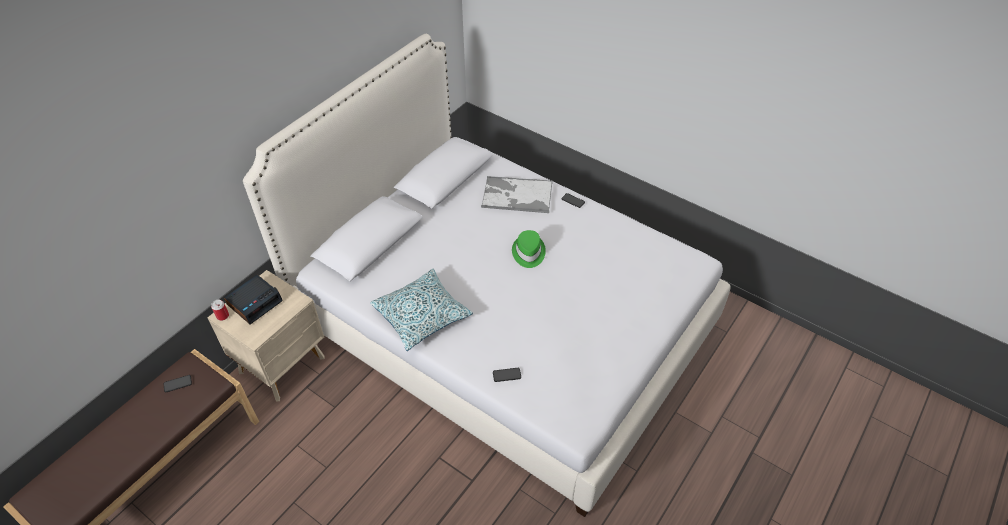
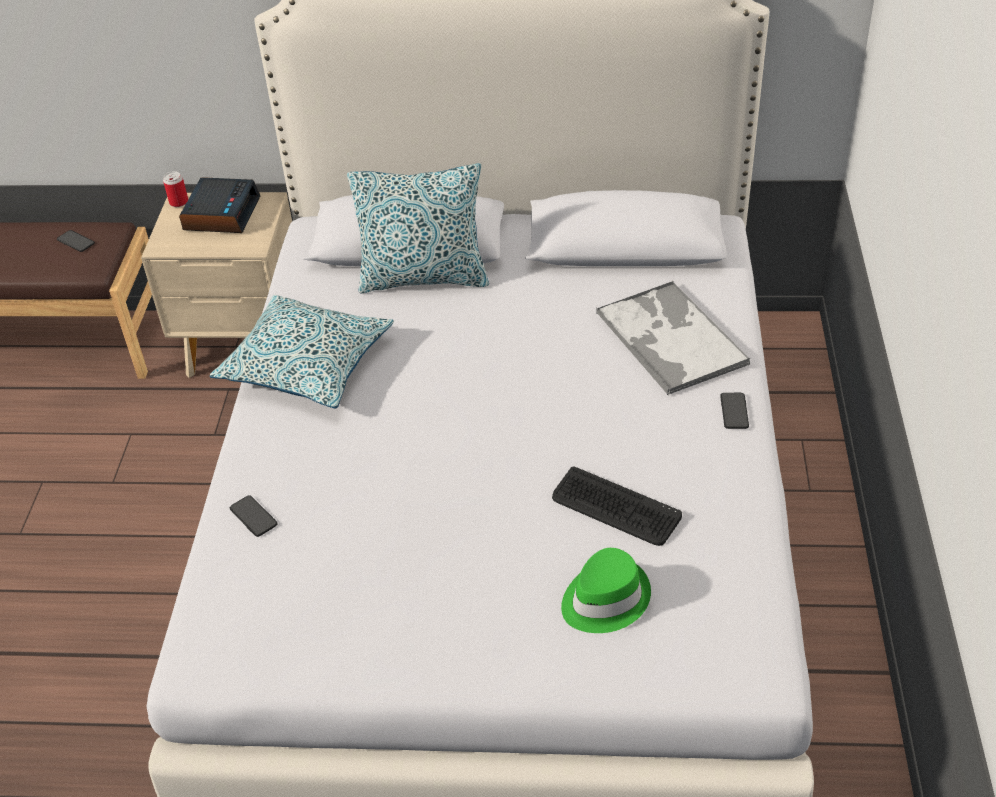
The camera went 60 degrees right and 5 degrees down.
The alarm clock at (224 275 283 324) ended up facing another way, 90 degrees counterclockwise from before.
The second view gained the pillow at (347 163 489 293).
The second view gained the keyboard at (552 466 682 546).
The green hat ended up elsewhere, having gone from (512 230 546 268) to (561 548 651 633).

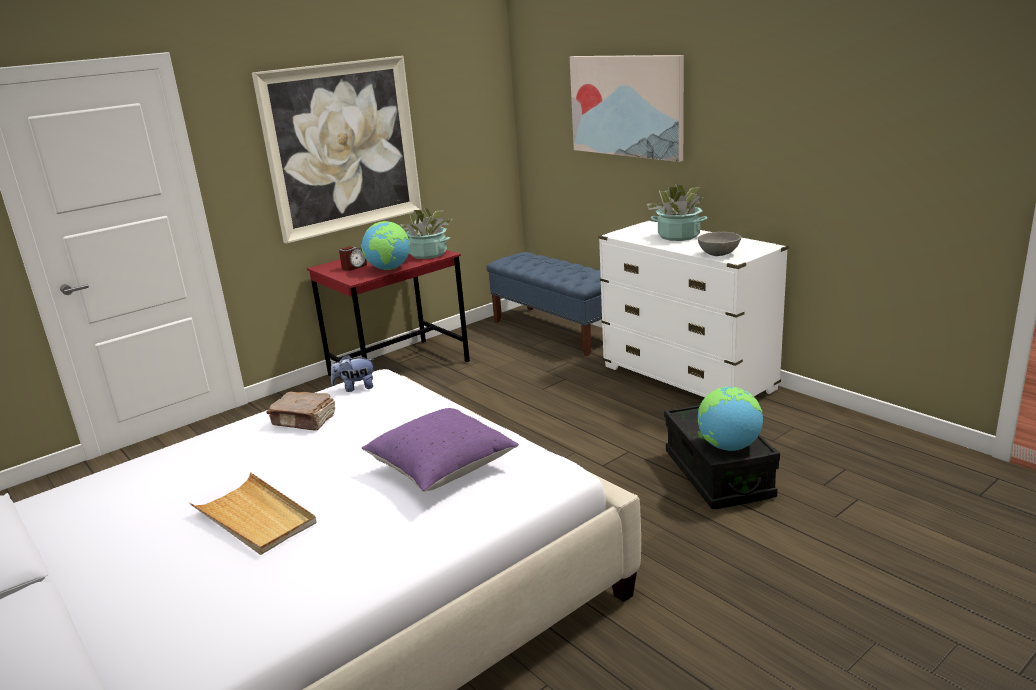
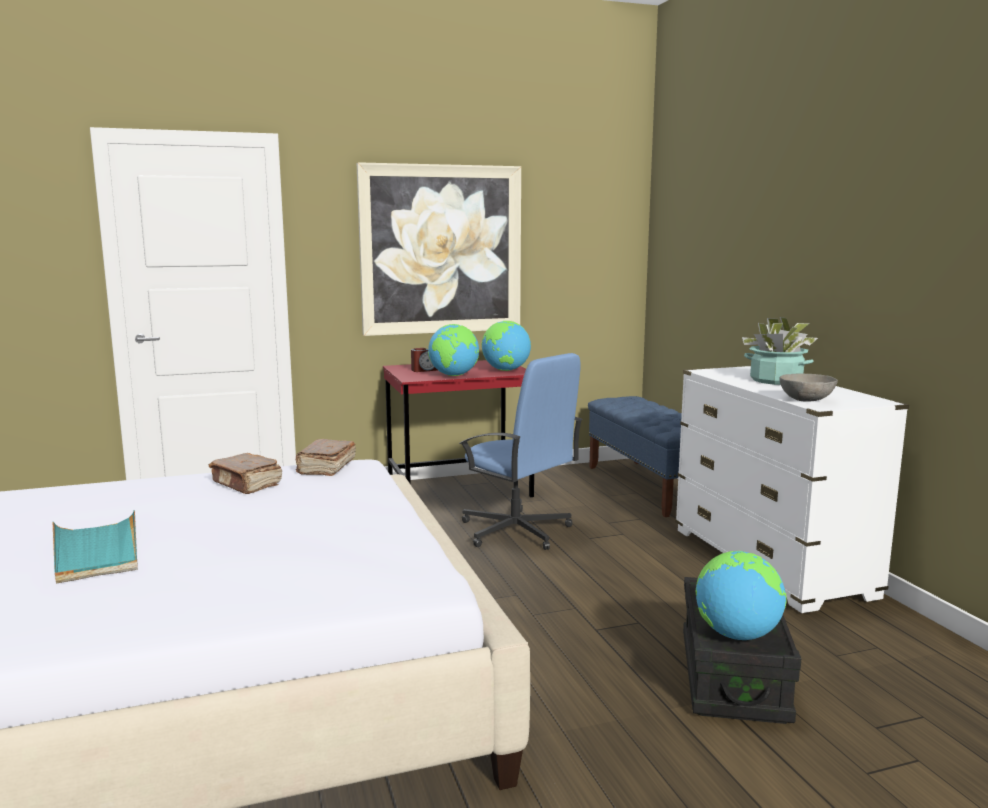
The camera went 20 degrees right and 10 degrees down.
What was the beige tray at (189 472 317 555) turned into the turquoise tray at (53 510 138 583).
Where the plush toy stood at (331 355 375 392), the brown book came to stand at (296 439 356 476).
The second view gained the blue office chair at (459 353 583 550).
Where the potted plant stood at (400 207 453 259), the globe came to stand at (481 321 531 371).
The second view lost the purple pillow at (362 408 519 492).
The second view lost the picture at (570 55 684 162).

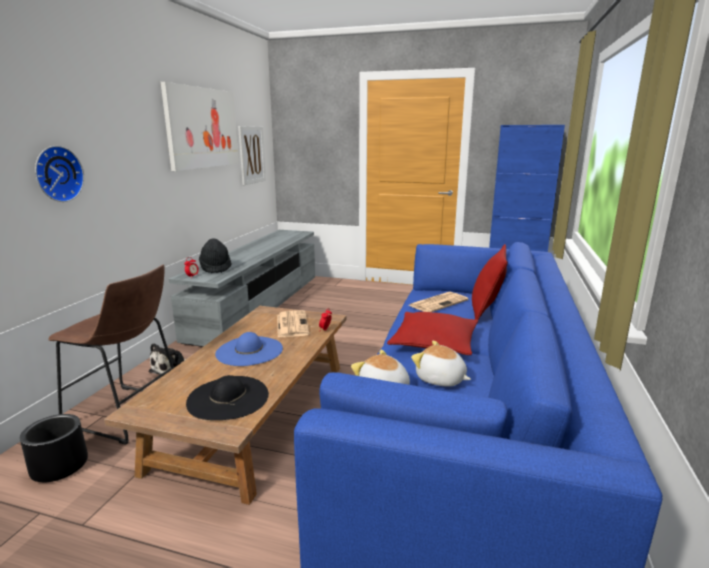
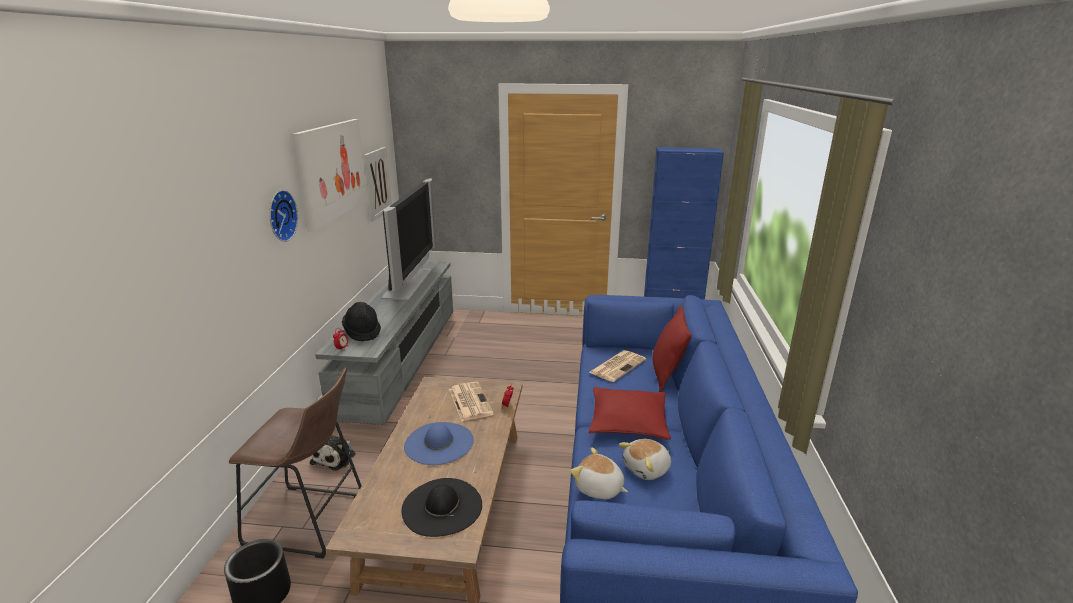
The camera went 10 degrees left and 5 degrees up.
The wall clock ended up elsewhere, having gone from (35 146 84 202) to (269 190 298 242).
The second view gained the television at (382 179 436 300).
The plush toy at (411 341 471 387) ended up facing another way, 60 degrees counterclockwise from before.

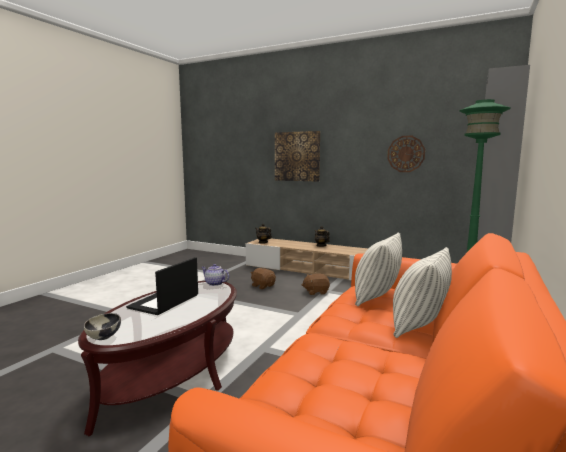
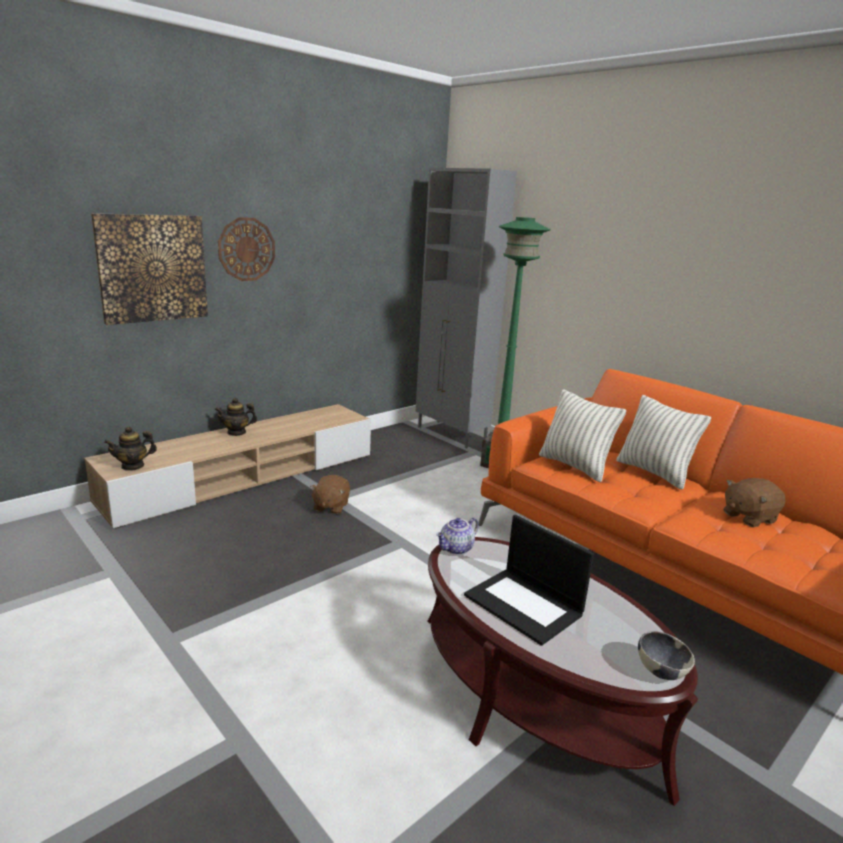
The camera went 70 degrees left and 10 degrees up.
The wall clock ended up elsewhere, having gone from (387 136 425 172) to (218 217 275 281).
The brown plush toy ended up elsewhere, having gone from (251 268 276 289) to (724 478 785 527).

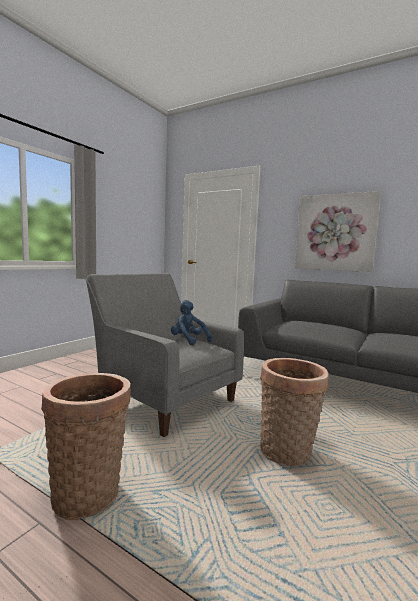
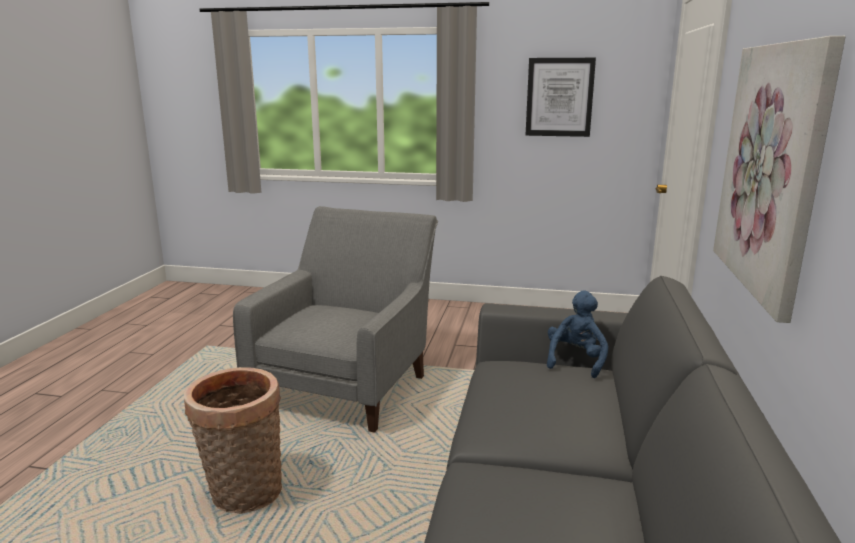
The camera went 70 degrees right and 10 degrees up.
The second view gained the picture at (526 58 596 137).
The blue plush toy ended up elsewhere, having gone from (171 300 212 345) to (547 290 608 378).
The second view lost the basket at (41 373 131 520).

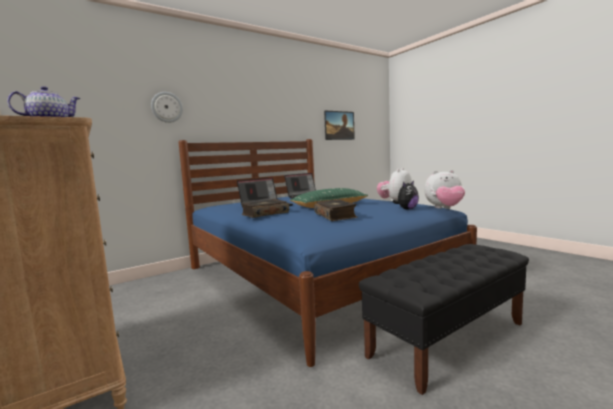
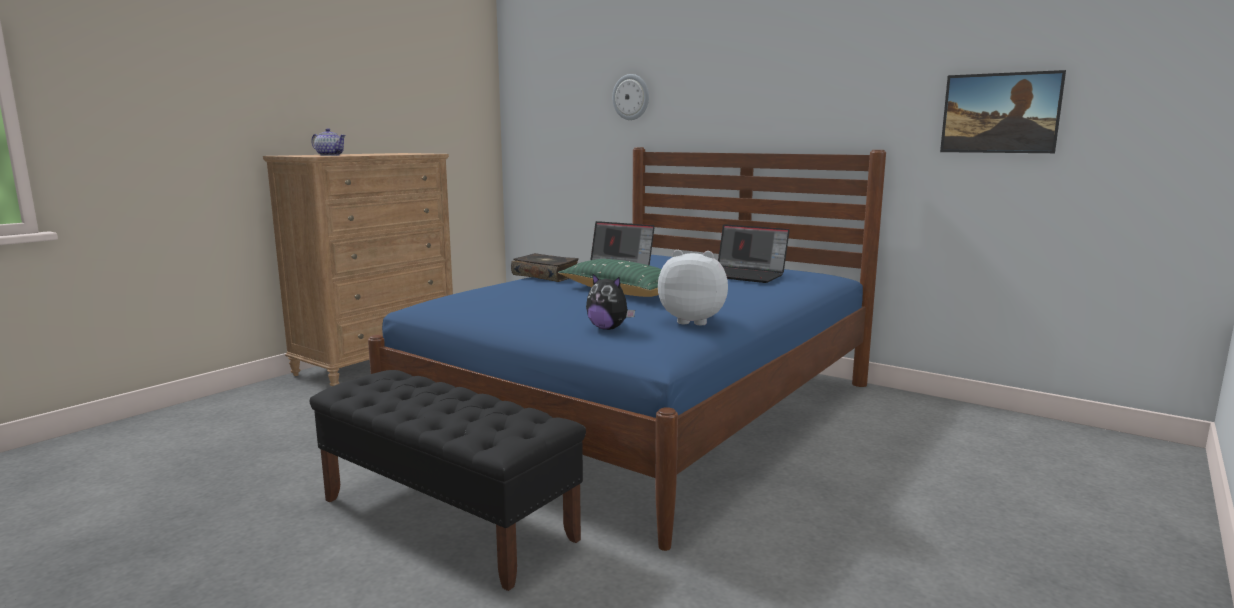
The camera went 70 degrees right and 5 degrees up.
The second view lost the book at (314 199 358 221).
The second view lost the plush toy at (424 170 465 209).

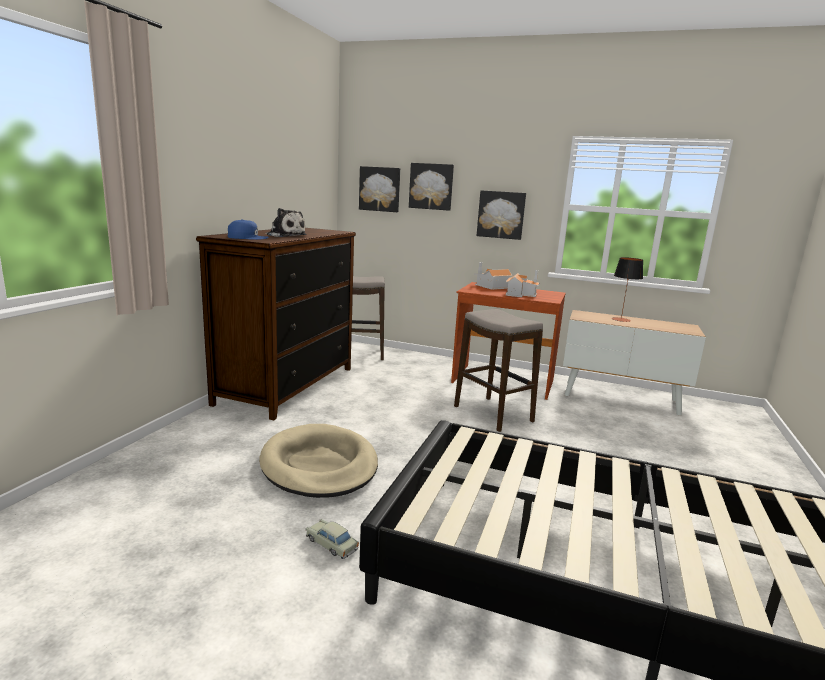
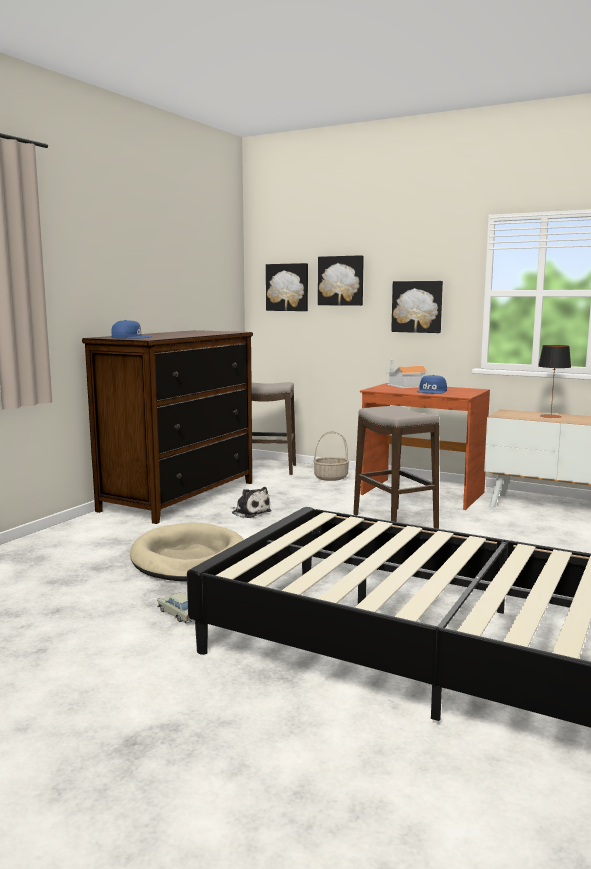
The camera went 10 degrees right and 5 degrees down.
The plush toy ended up elsewhere, having gone from (265 208 307 237) to (230 487 272 518).
The second view gained the basket at (313 431 350 481).
Where the toy house stood at (506 270 539 297), the blue cap came to stand at (417 375 447 394).

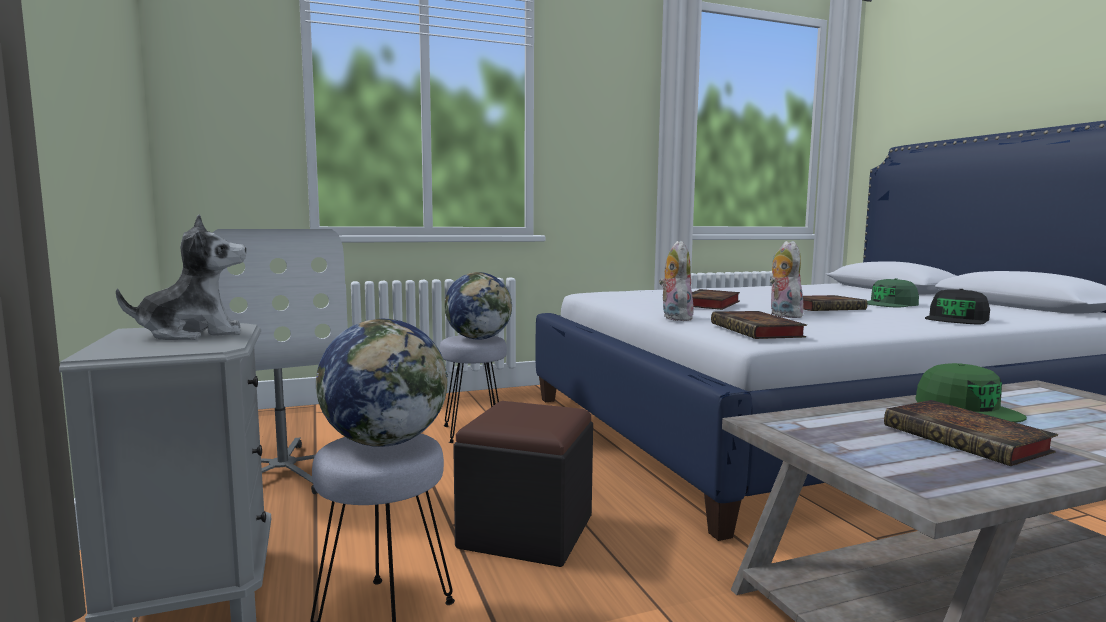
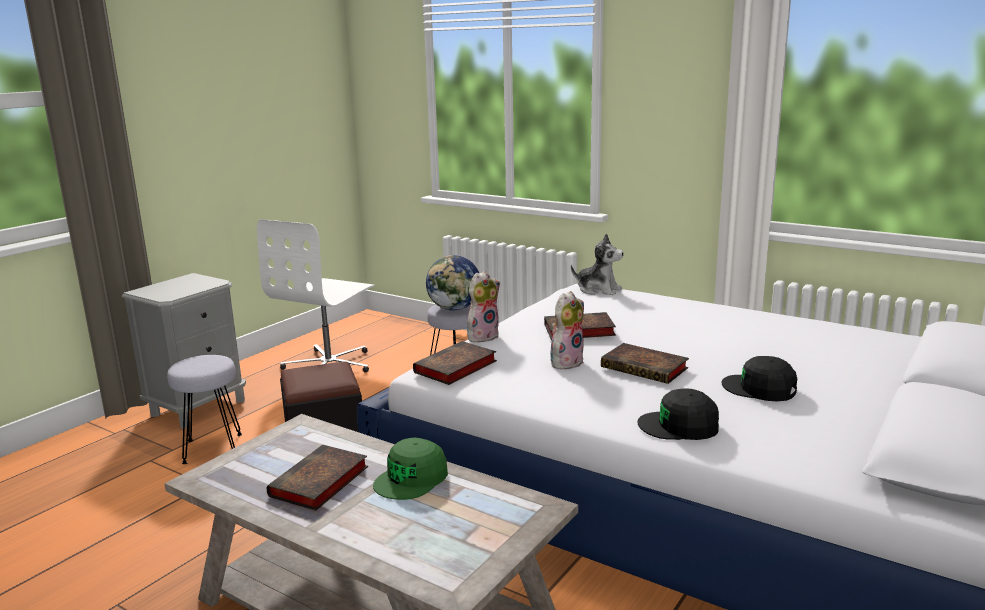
The camera went 55 degrees right and 10 degrees up.
The plush toy ended up elsewhere, having gone from (116 214 246 340) to (571 233 624 295).
What was the green cap at (867 278 919 308) turned into the black cap at (722 356 797 401).
The second view lost the globe at (316 319 448 447).

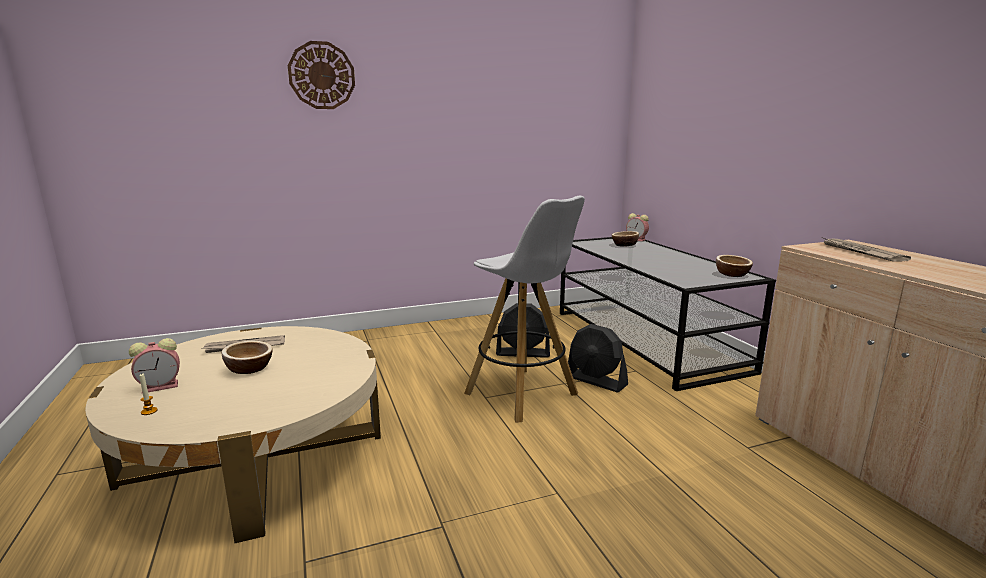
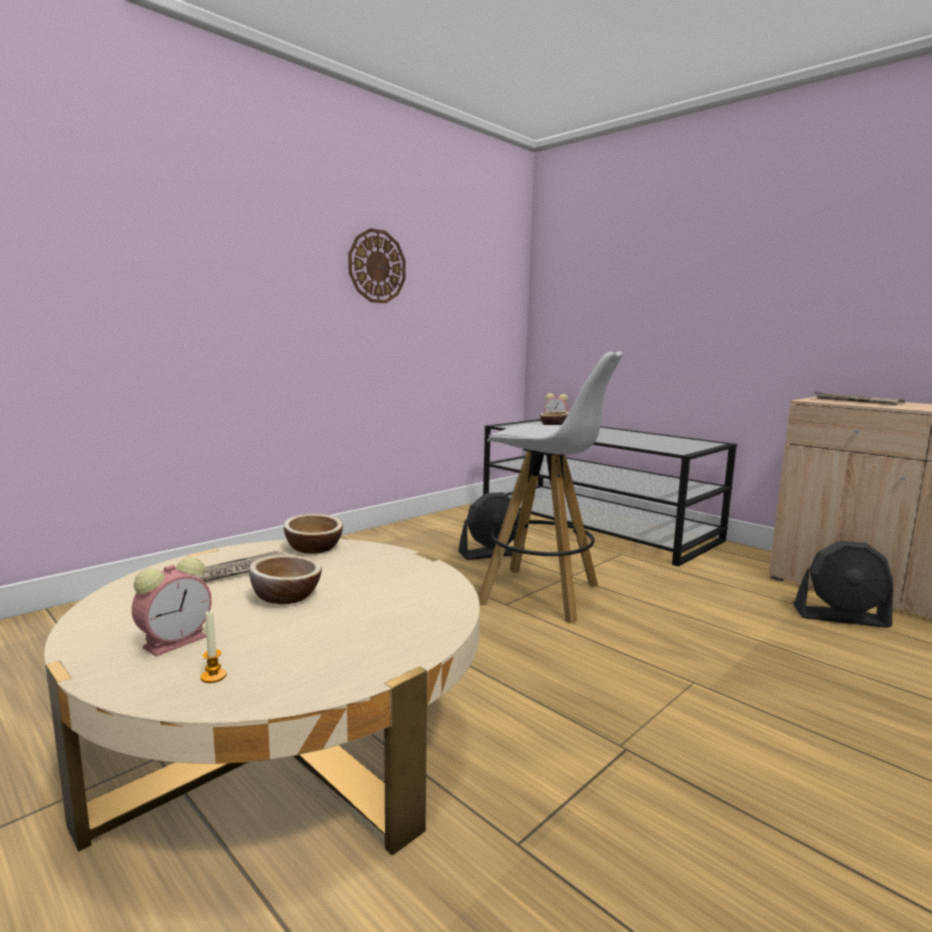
The camera went 25 degrees left and 5 degrees down.
The bowl ended up elsewhere, having gone from (716 255 753 277) to (284 514 343 554).
The wall clock ended up elsewhere, having gone from (288 41 355 109) to (348 228 406 303).
The black fan ended up elsewhere, having gone from (568 324 628 392) to (794 541 893 628).

